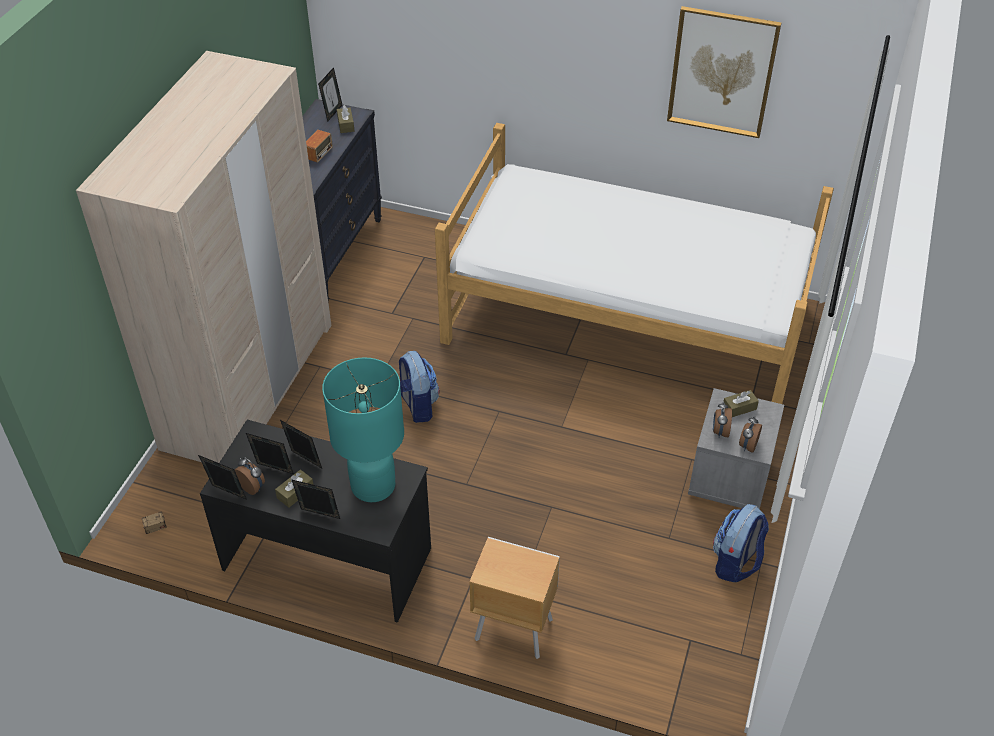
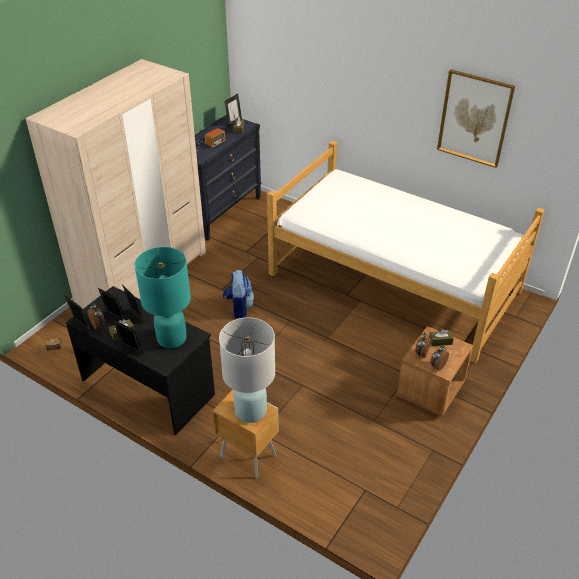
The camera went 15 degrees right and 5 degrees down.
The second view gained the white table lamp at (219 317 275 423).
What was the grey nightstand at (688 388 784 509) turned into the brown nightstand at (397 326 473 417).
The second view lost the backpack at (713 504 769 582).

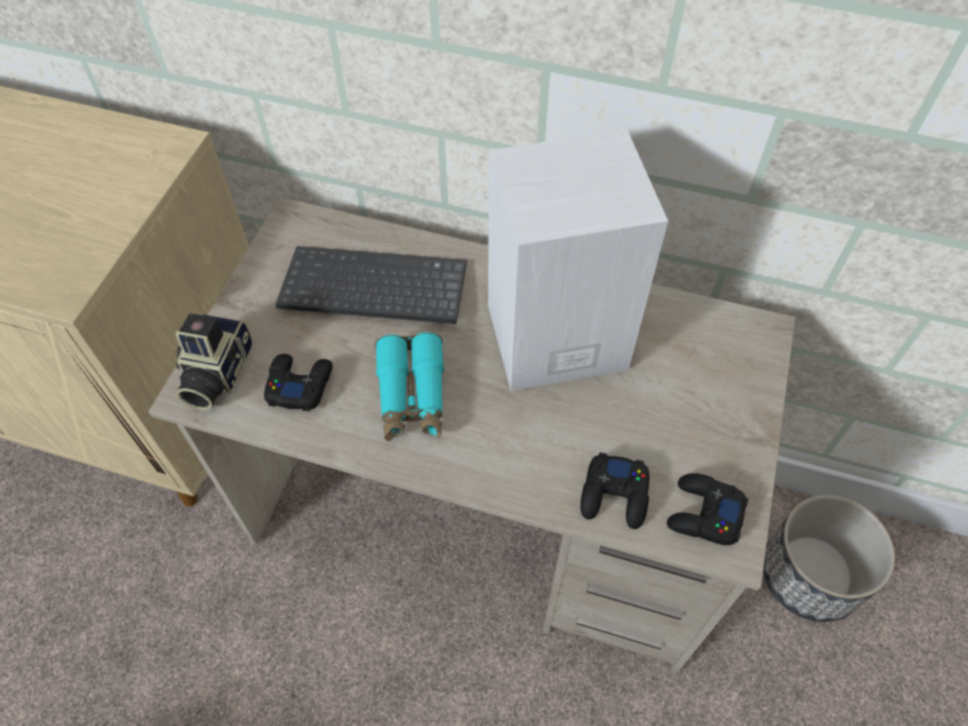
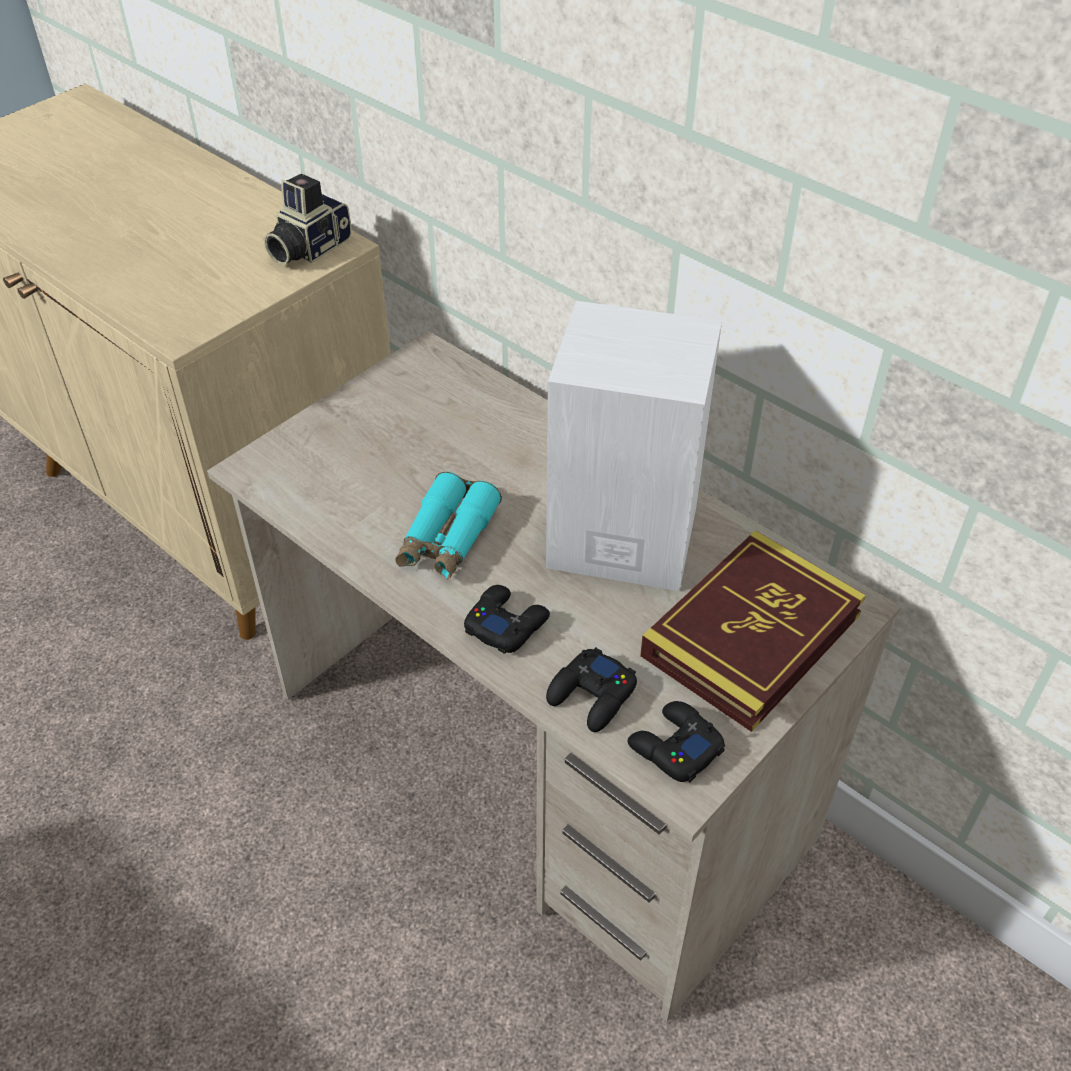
The camera went 25 degrees right and 10 degrees down.
The photo camera ended up elsewhere, having gone from (175 313 253 410) to (264 174 351 265).
The black game controller ended up elsewhere, having gone from (264 354 333 411) to (464 585 550 654).
The second view gained the book at (640 530 866 732).
The second view lost the keyboard at (275 246 467 324).
The second view lost the planter at (763 495 895 622).

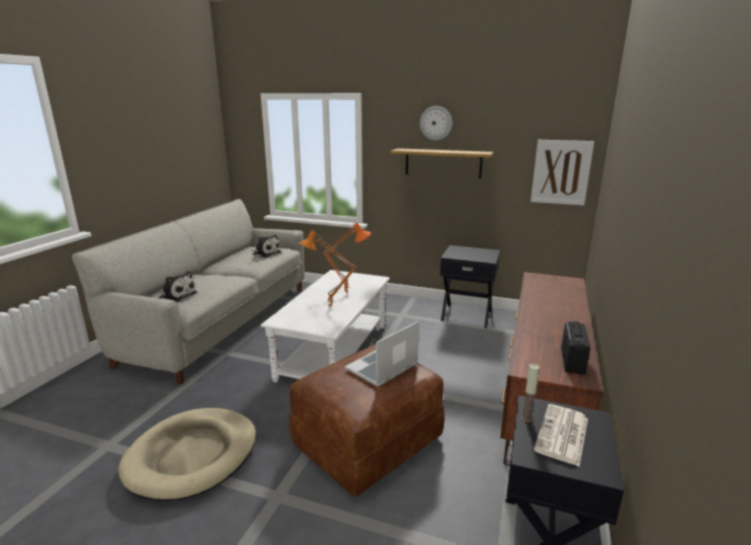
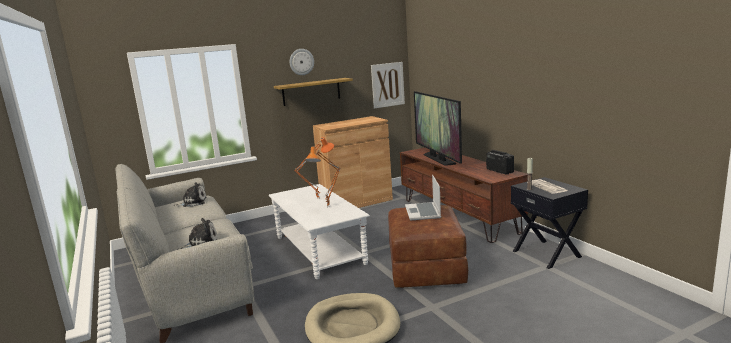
The camera went 45 degrees left and 5 degrees down.
Where the black nightstand stood at (440 245 500 328), the brown cabinet came to stand at (313 116 393 208).
The second view gained the television at (414 91 462 166).

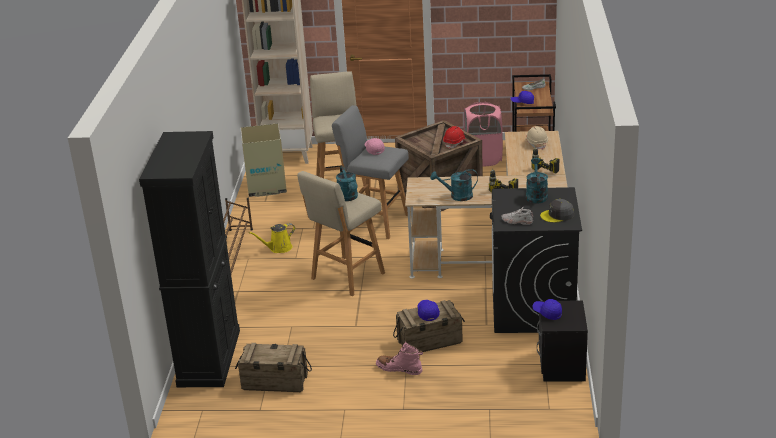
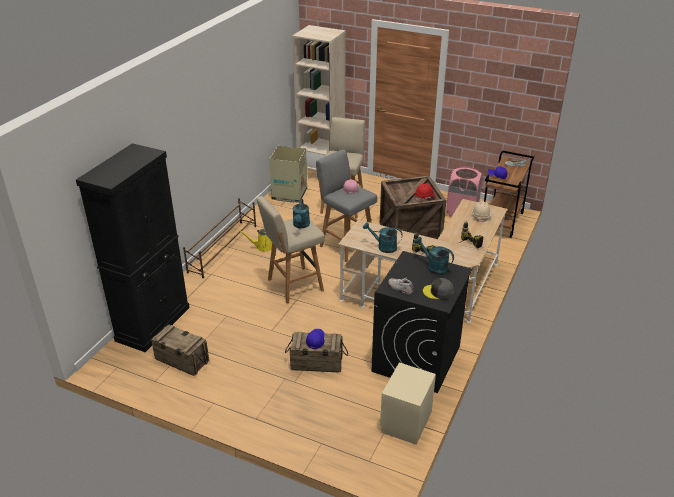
The camera went 20 degrees right and 5 degrees up.
What was the black nightstand at (537 300 588 382) turned into the beige nightstand at (380 362 436 445).
The turquoise watering can at (526 158 548 204) ended up facing another way, 75 degrees counterclockwise from before.
The second view lost the pink boot at (376 342 423 375).
The second view lost the blue cap at (533 299 562 320).

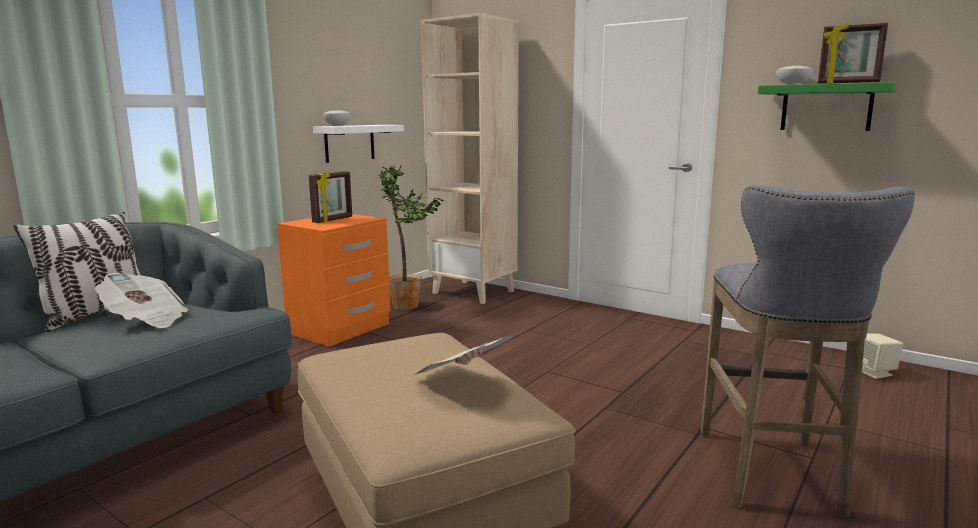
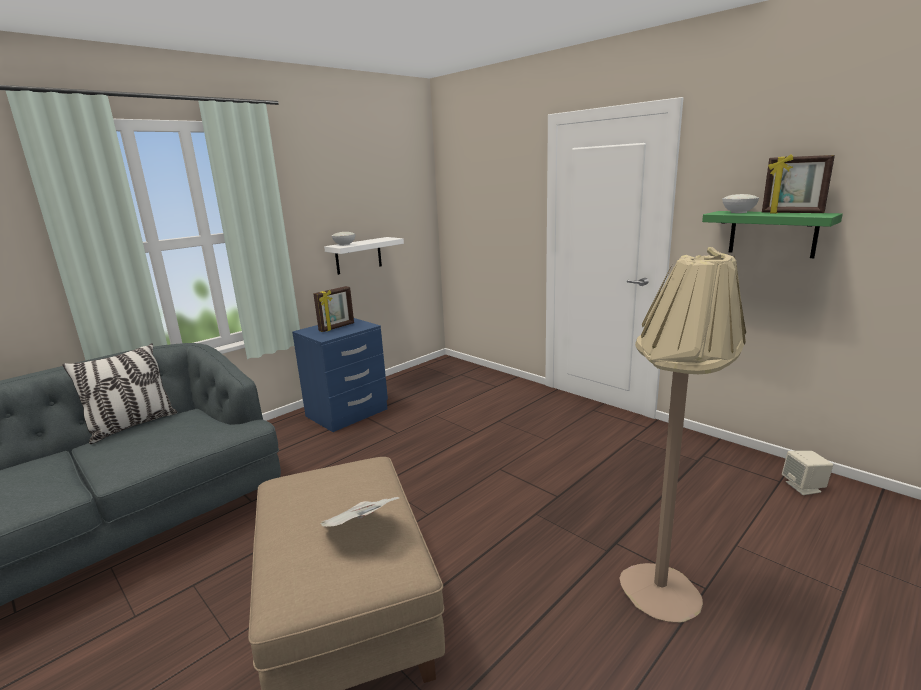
The camera went 10 degrees right and 5 degrees up.
What was the orange nightstand at (277 214 391 347) turned into the blue nightstand at (292 318 388 432).
Where the grey stool stood at (701 185 915 518), the beige floor lamp came to stand at (620 247 746 623).
The second view lost the newspaper at (95 273 188 328).
The second view lost the potted plant at (379 165 444 310).
The second view lost the beige bookcase at (421 13 519 304).

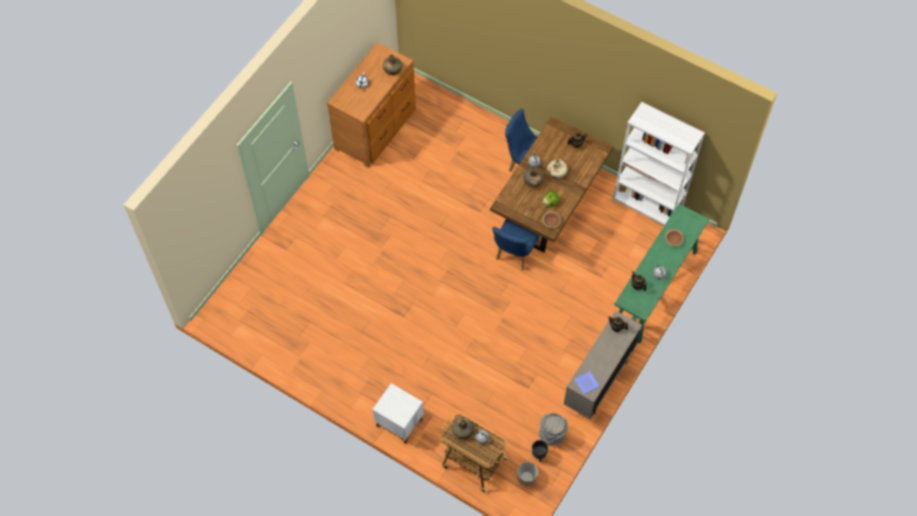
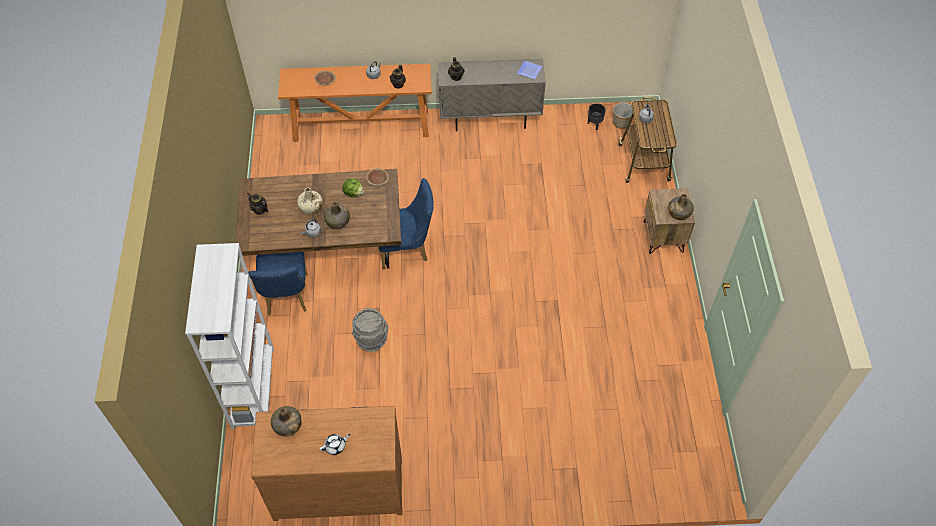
The camera went 125 degrees left and 5 degrees down.
The white bookcase ended up elsewhere, having gone from (613 102 705 226) to (185 243 274 429).
What was the green console table at (614 204 709 343) turned into the orange console table at (278 64 432 142).
The grey bucket ended up elsewhere, having gone from (539 413 568 446) to (351 308 388 352).
What was the white nightstand at (372 383 424 444) turned into the brown nightstand at (643 188 695 254).
The green bottle ended up elsewhere, having gone from (452 418 474 440) to (668 194 694 220).

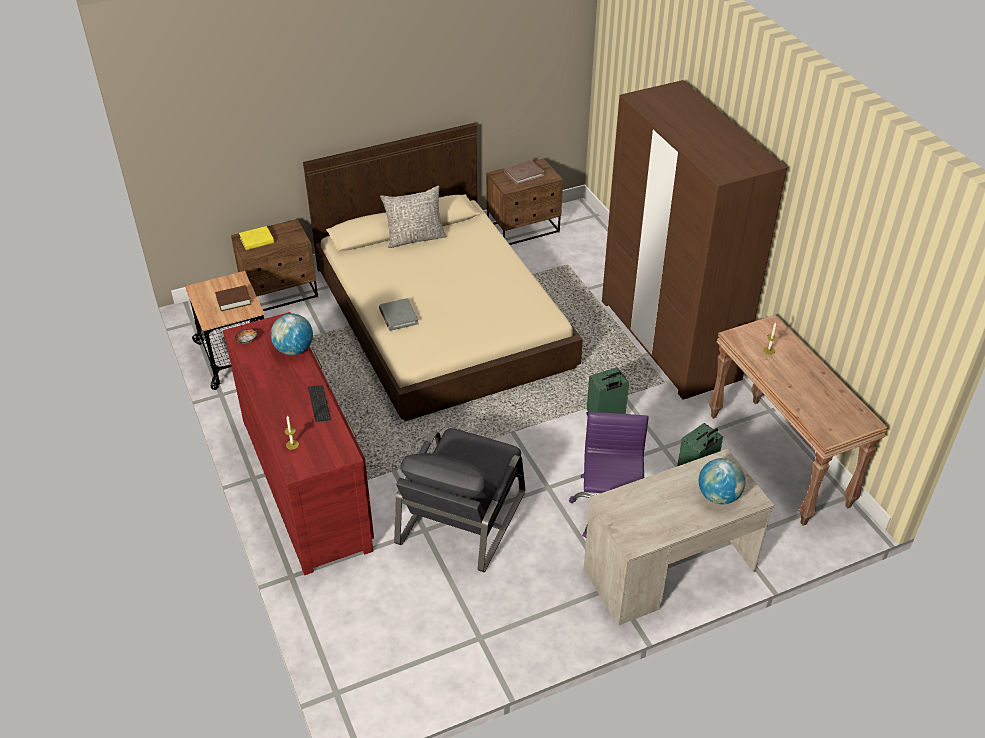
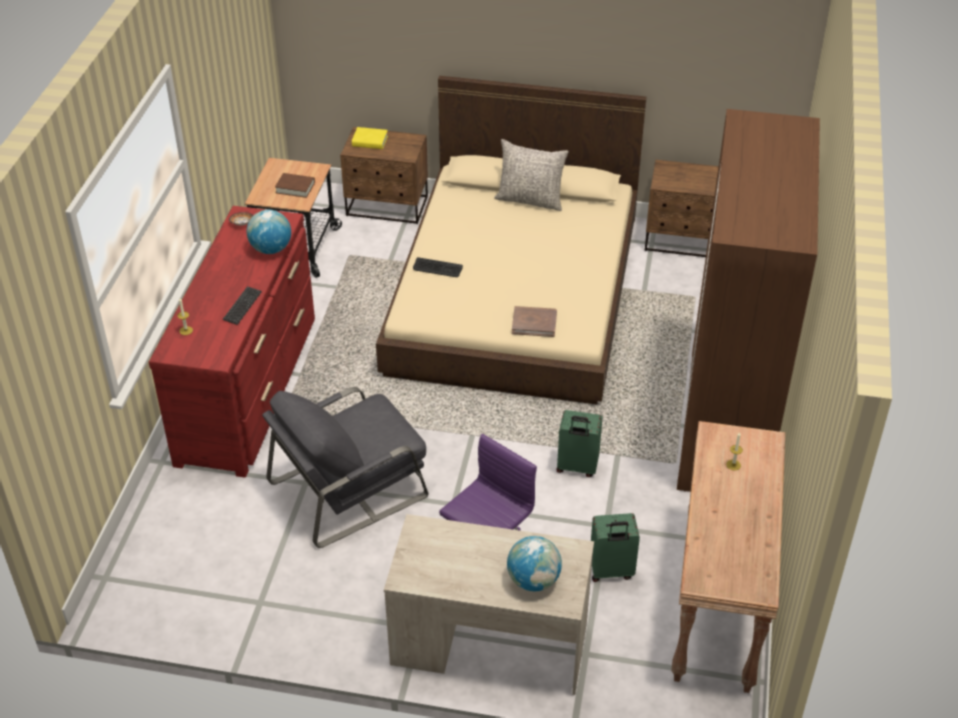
The camera went 35 degrees right and 0 degrees up.
Where the grey book stood at (379 298 418 331), the keyboard came to stand at (413 257 463 277).
The brown book ended up elsewhere, having gone from (504 160 544 185) to (512 306 557 337).

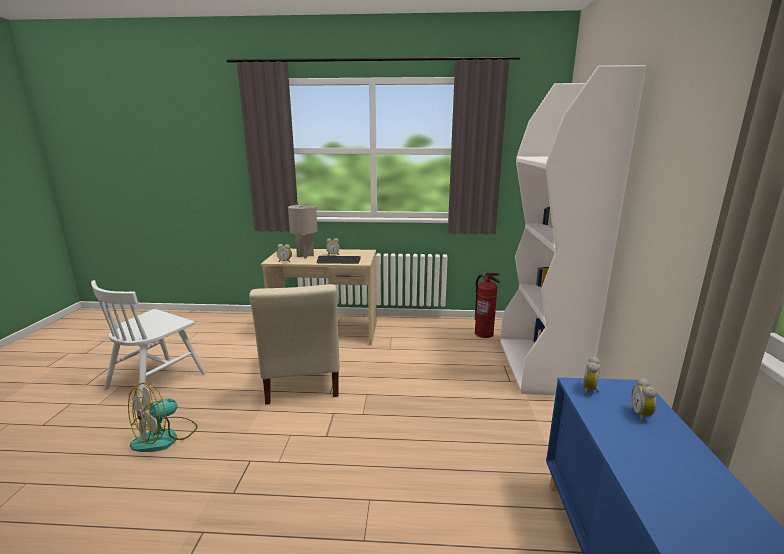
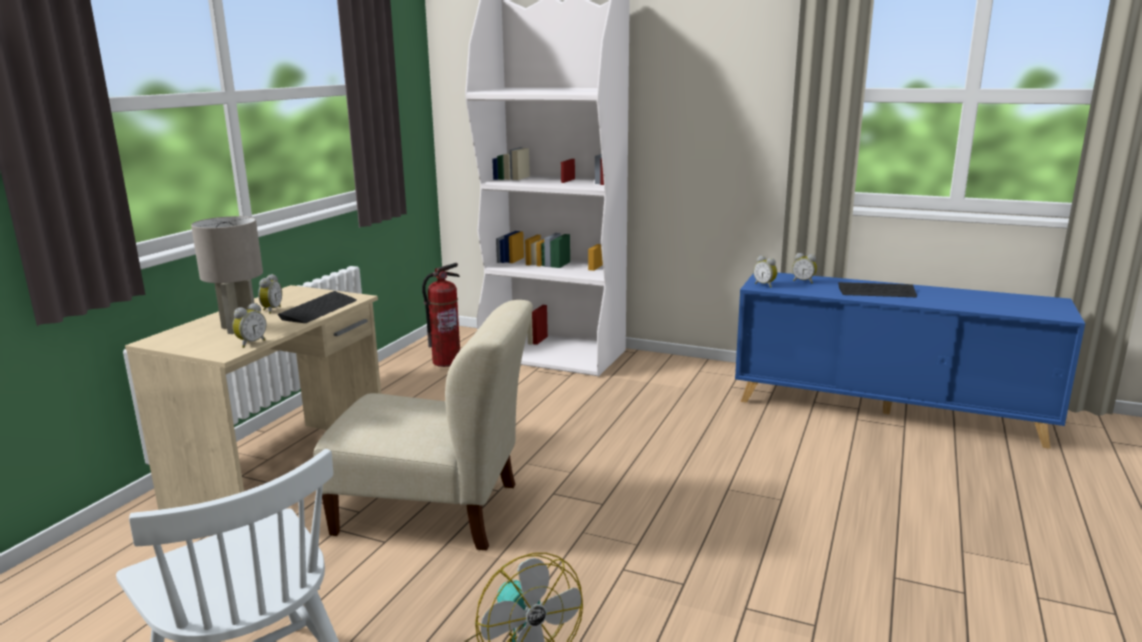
The camera went 70 degrees left and 0 degrees up.
The second view gained the keyboard at (838 282 917 297).

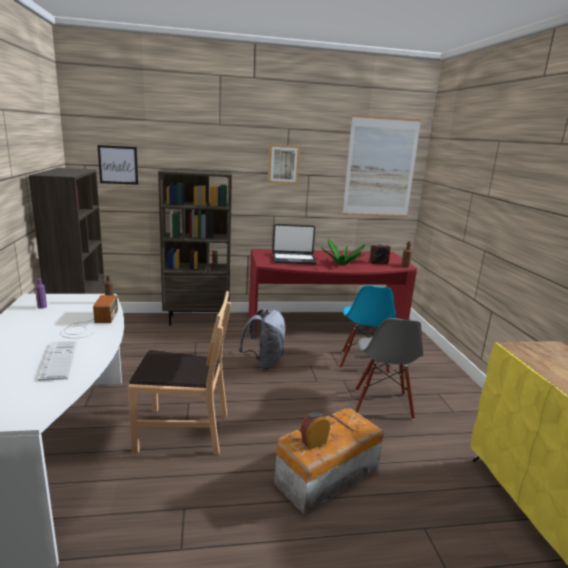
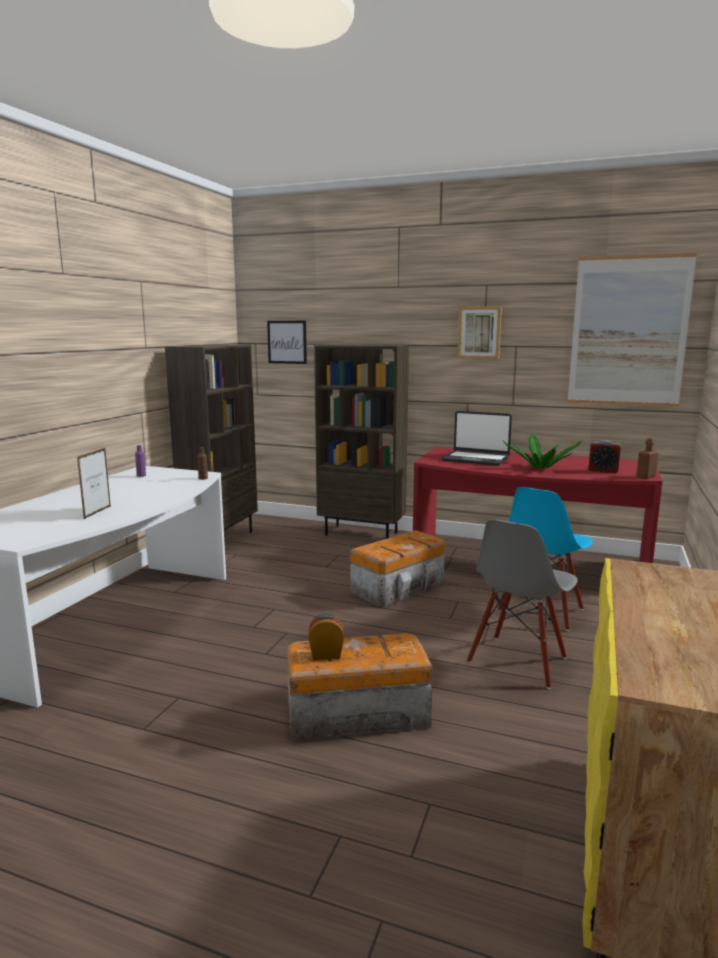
The camera went 30 degrees right and 5 degrees down.
Where the keyboard stood at (38 341 77 381), the picture frame came to stand at (77 448 111 519).
Where the grey backpack stood at (239 309 286 369), the storage box came to stand at (350 530 445 607).
The second view lost the radio at (60 295 118 338).
The second view lost the brown chair at (128 291 231 455).

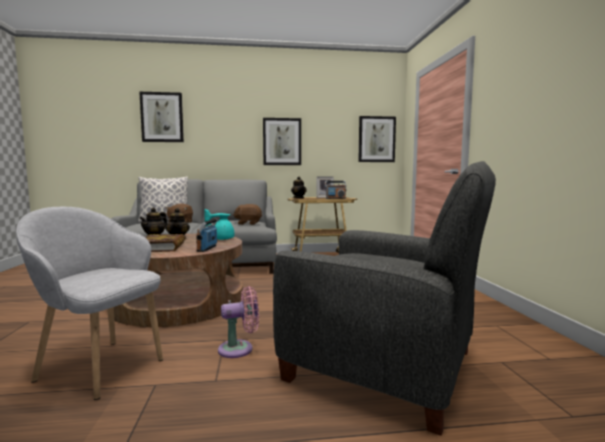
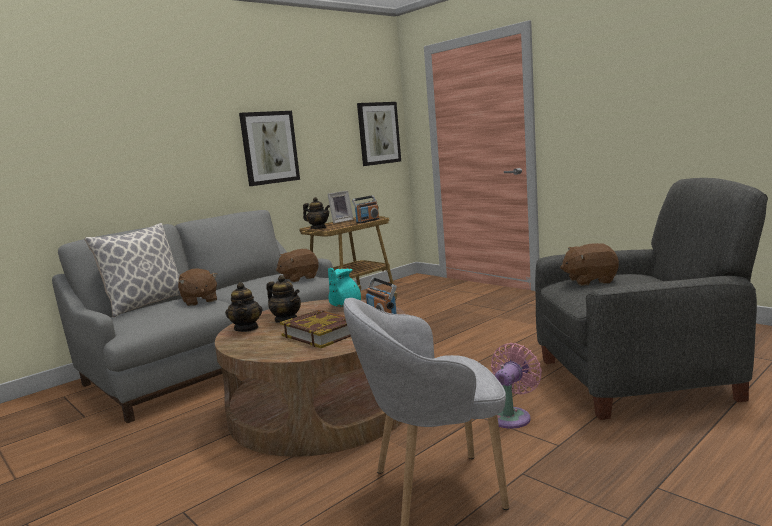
The camera went 35 degrees left and 5 degrees up.
The second view gained the brown plush toy at (560 243 619 286).
The second view lost the picture at (139 92 184 142).

